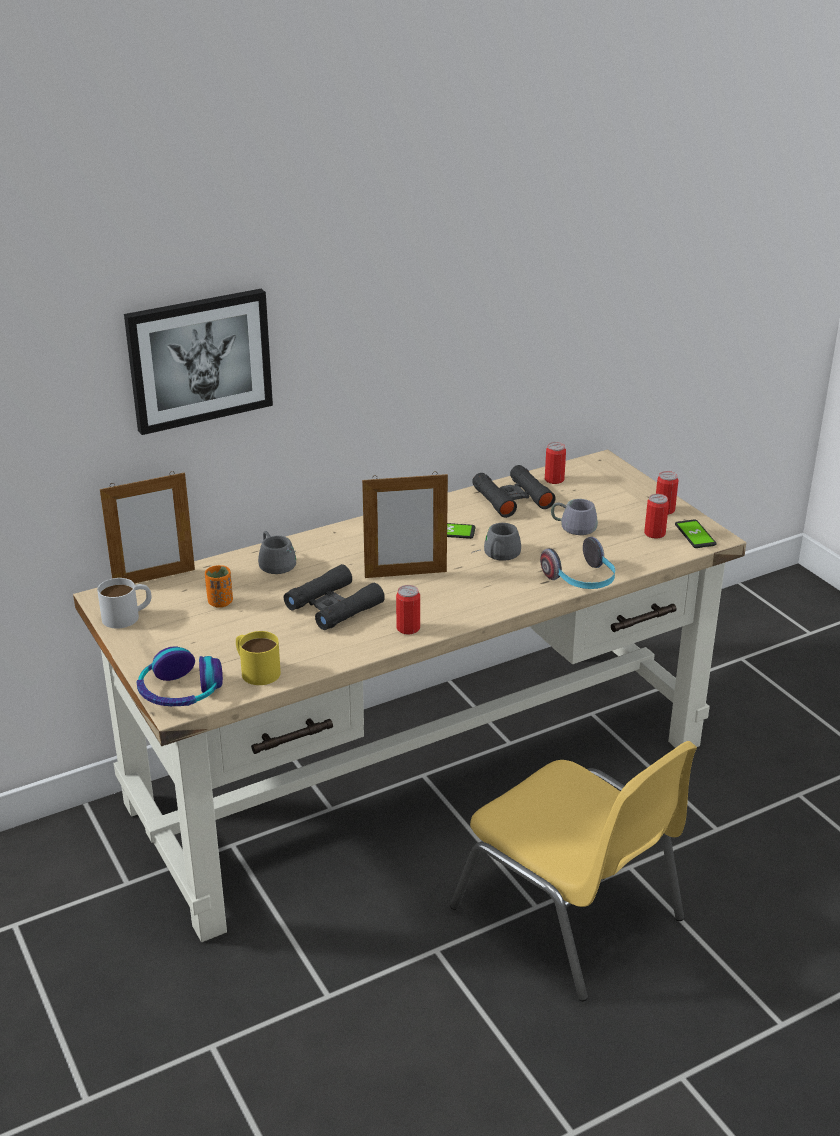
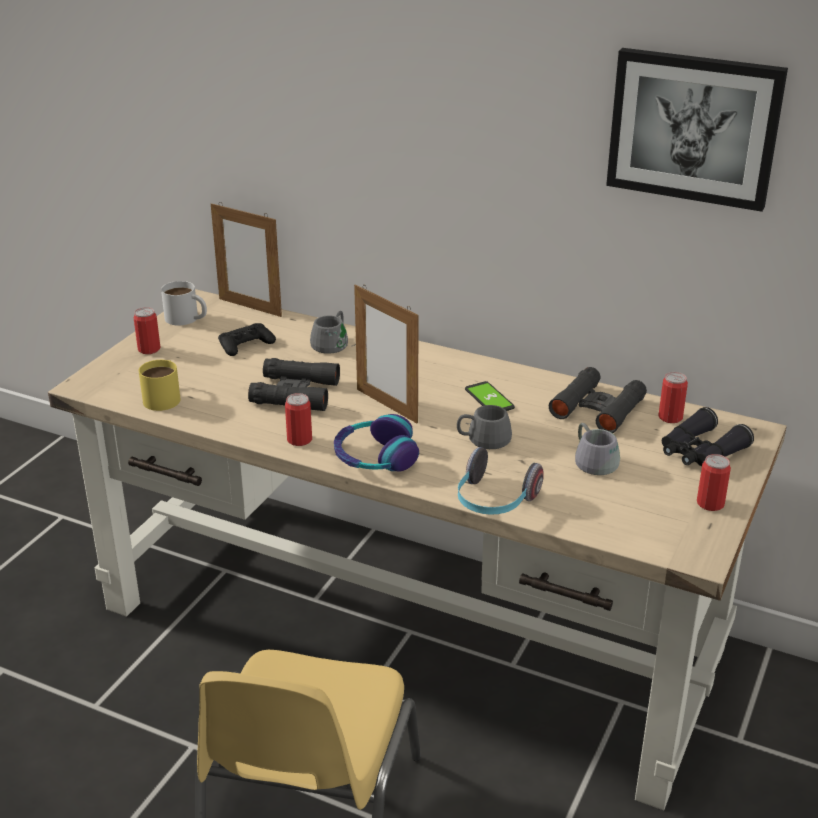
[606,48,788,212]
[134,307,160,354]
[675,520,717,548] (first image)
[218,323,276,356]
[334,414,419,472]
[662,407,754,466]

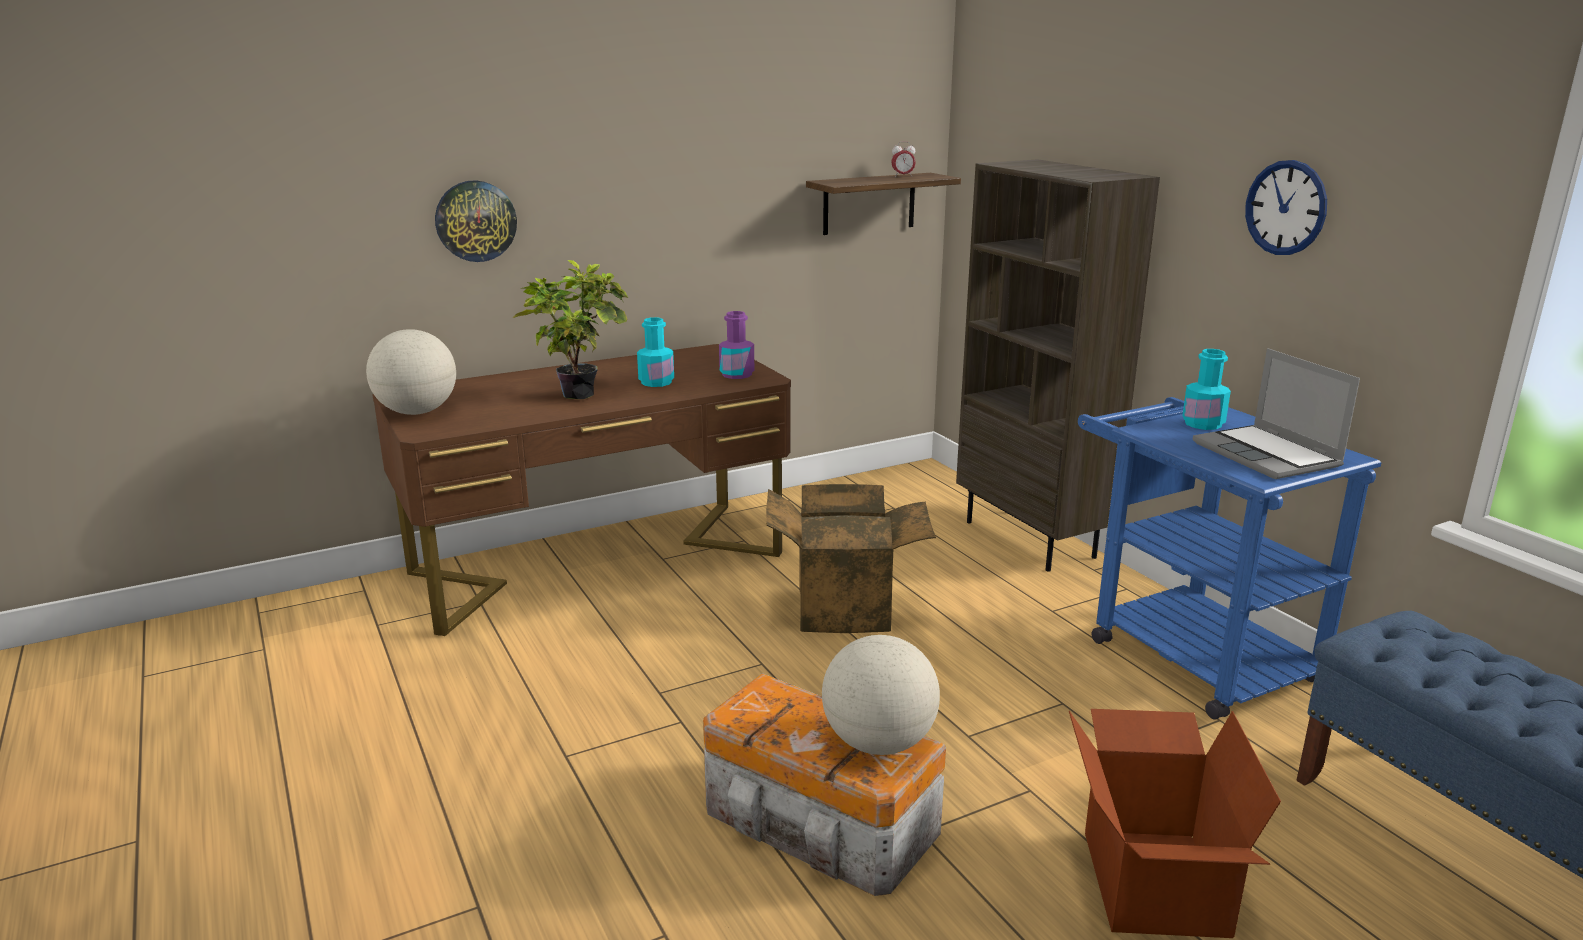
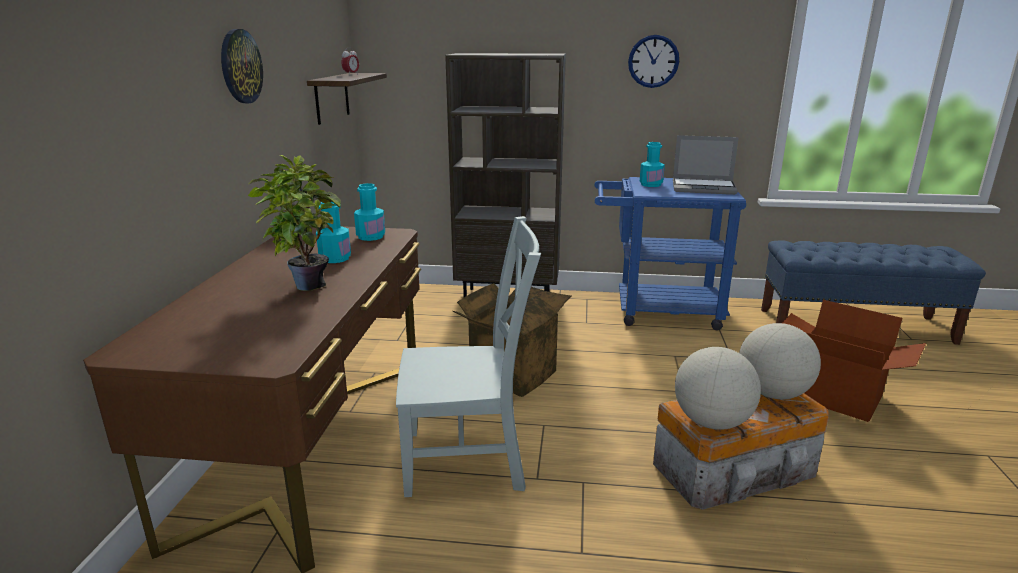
[221,29,263,103]
[354,183,385,241]
[675,347,761,430]
[396,216,541,497]

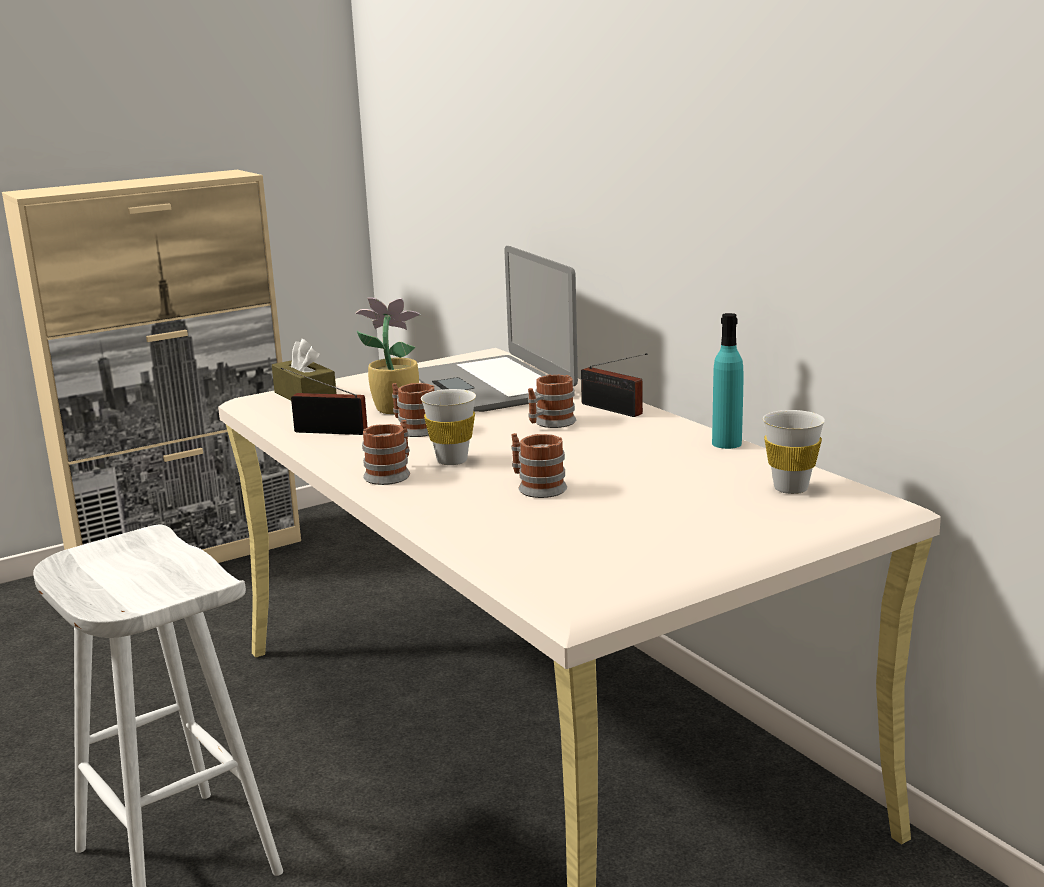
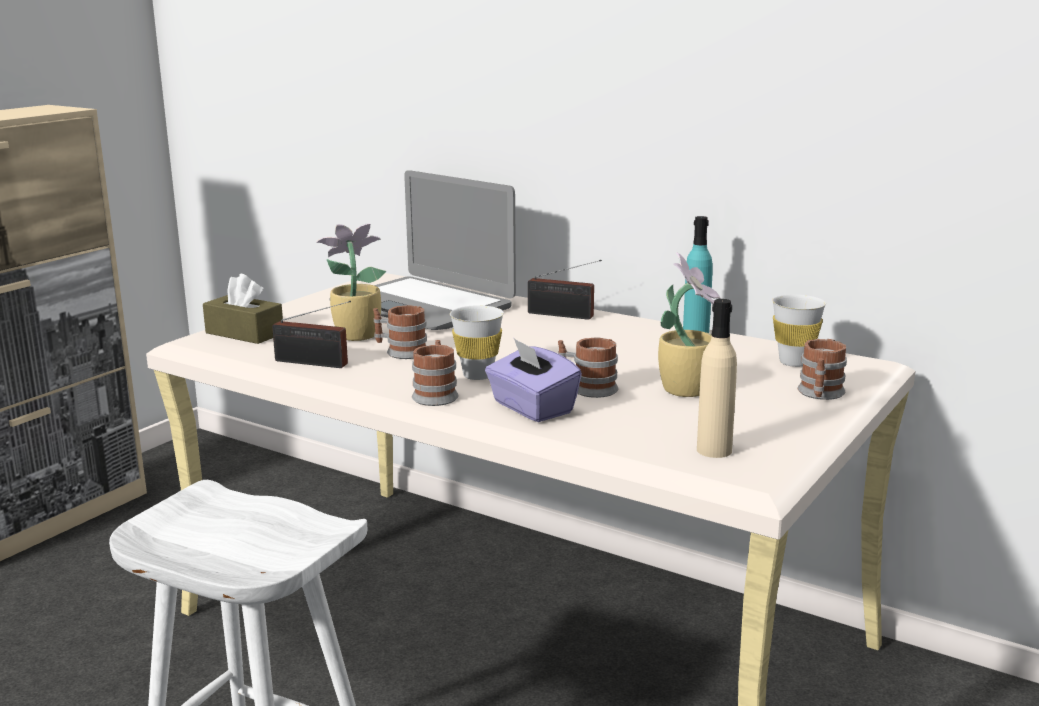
[272,301,351,368]
[797,339,847,400]
[658,252,721,397]
[697,299,737,458]
[485,338,582,422]

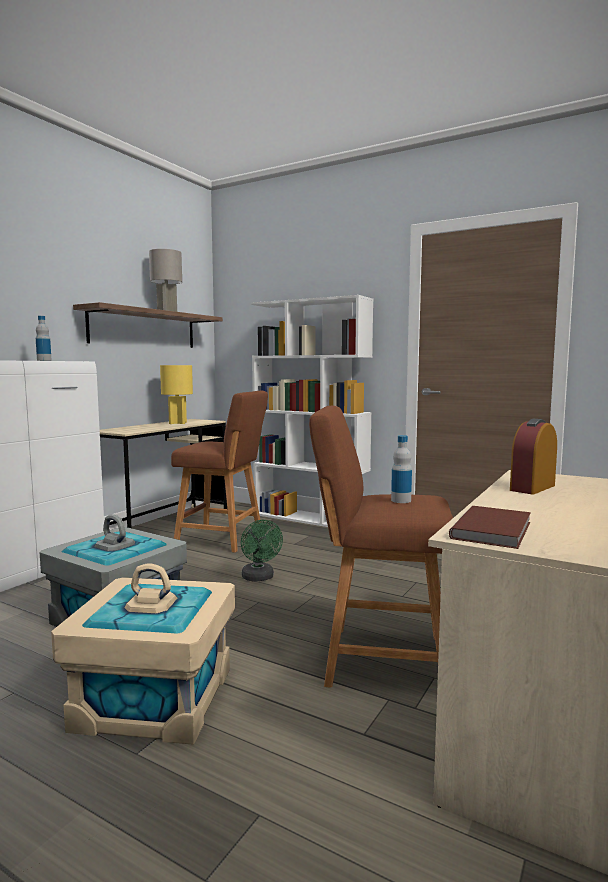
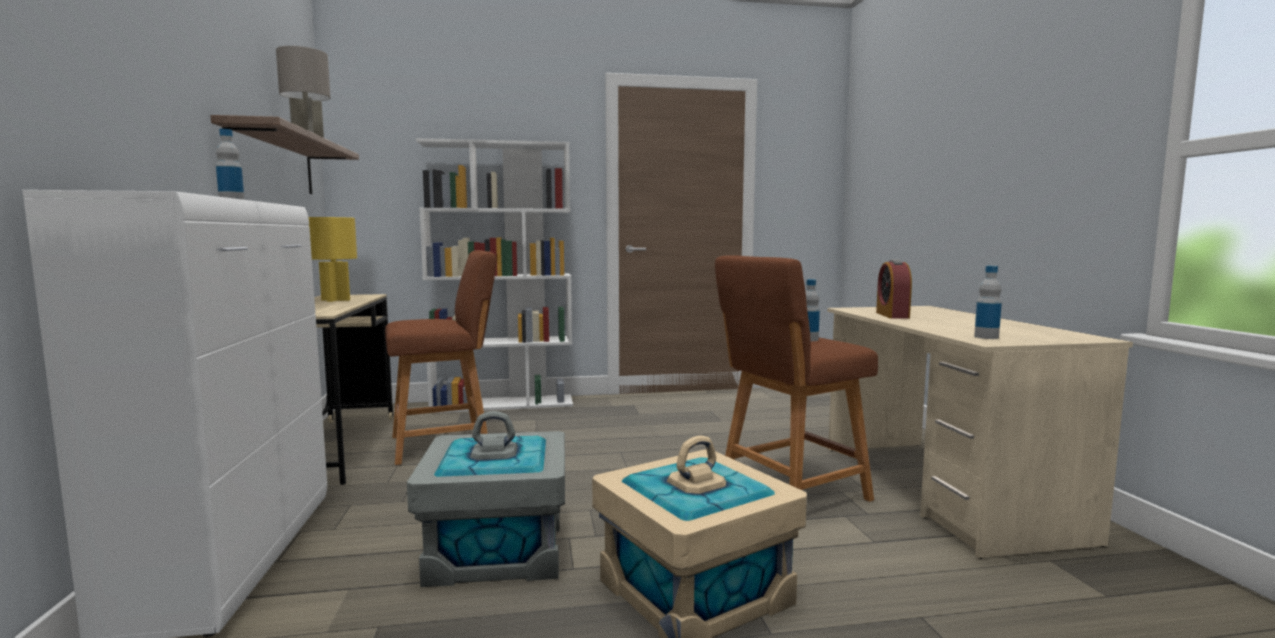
[974,266,1002,339]
[241,520,283,582] (first image)

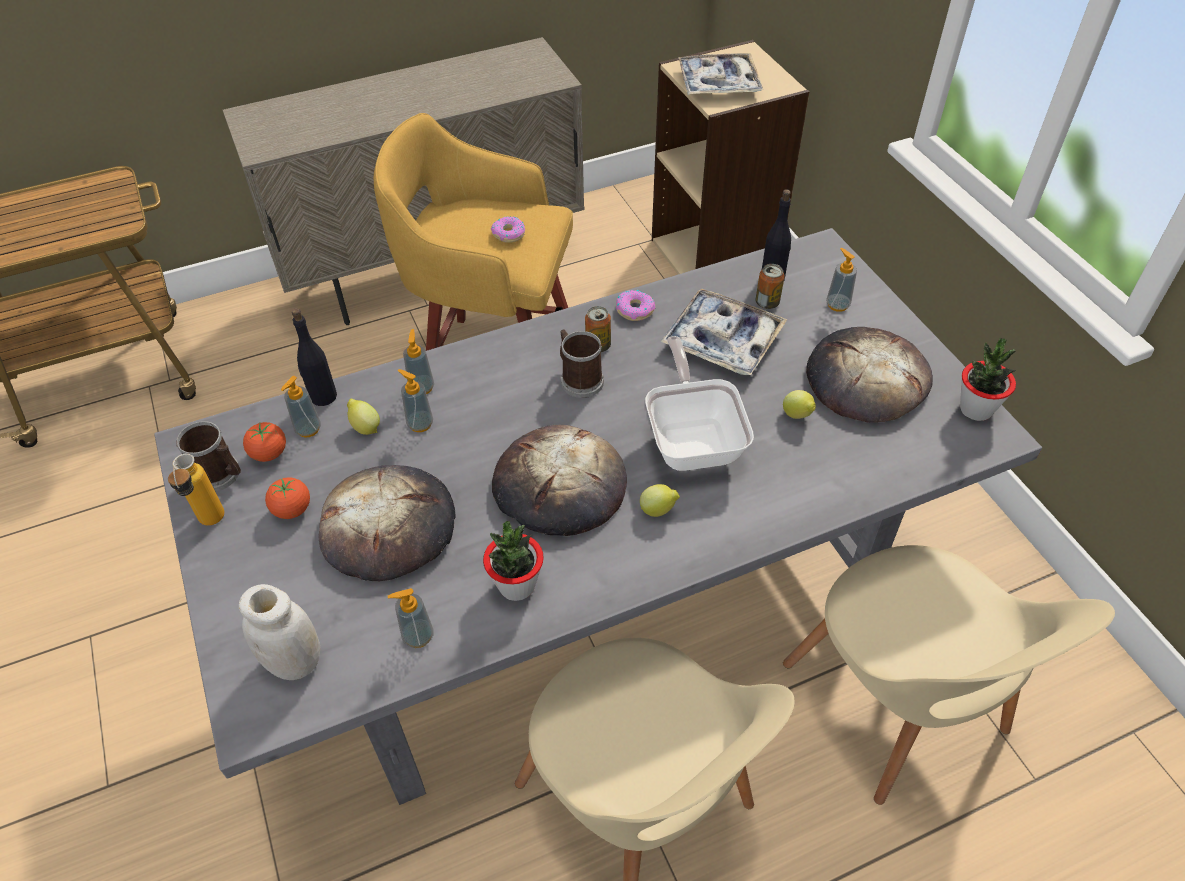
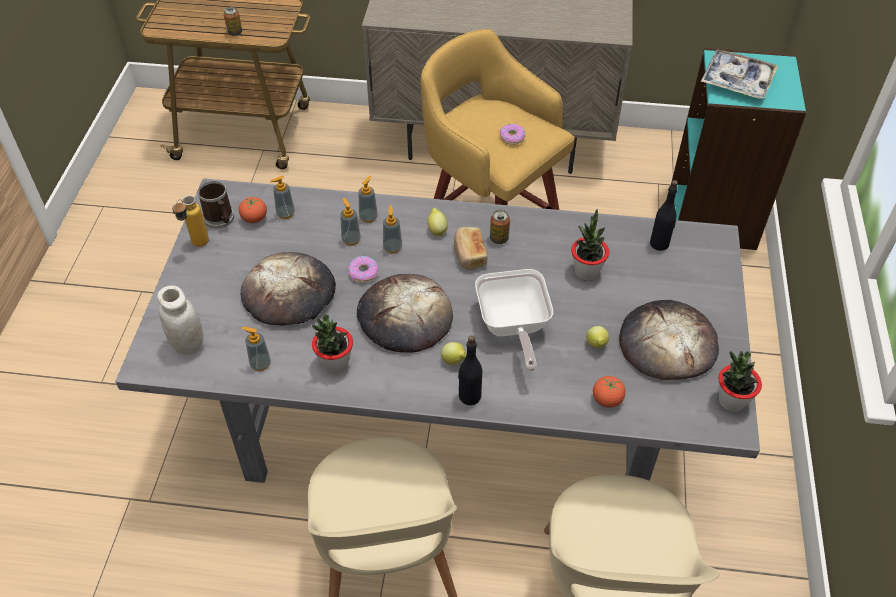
[672,48,807,250]
[383,205,402,254]
[224,7,242,36]
[571,209,609,281]
[348,256,379,283]
[458,335,482,405]
[454,227,487,270]
[475,269,553,371]
[427,208,448,236]
[593,376,626,408]

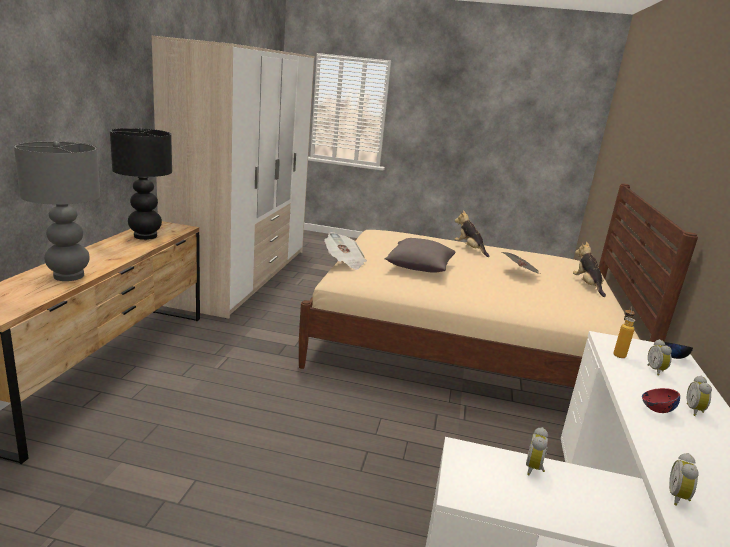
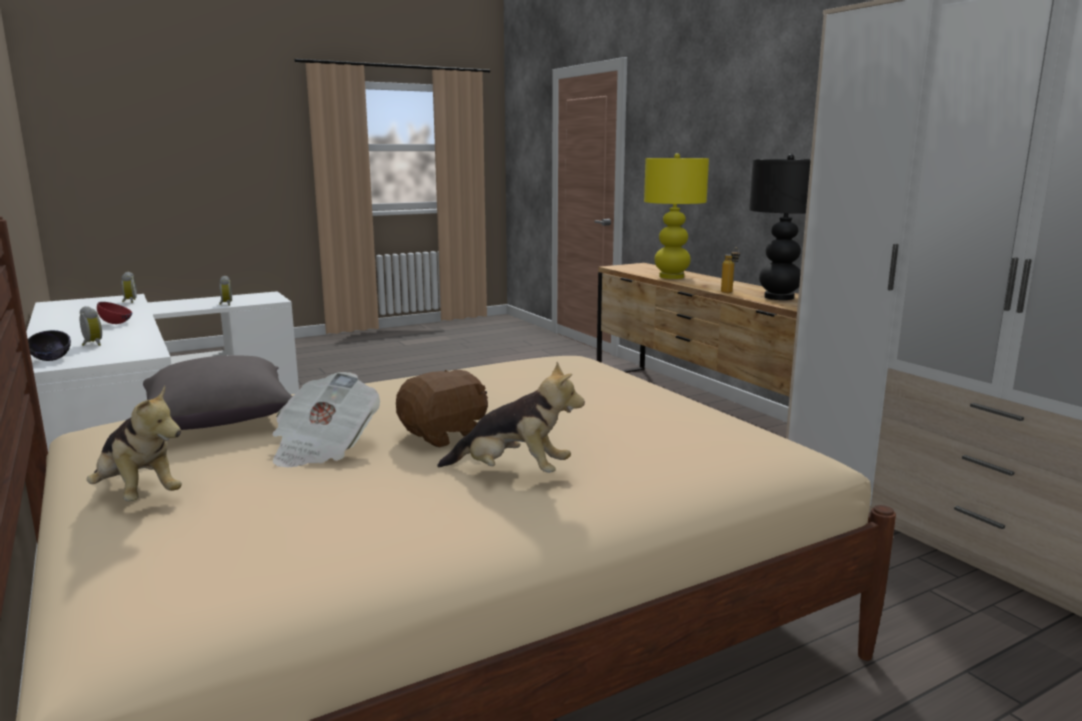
[644,153,709,279]
[324,232,367,270] (first image)
[143,355,292,430]
[721,248,740,293]
[687,376,712,416] (first image)
[396,369,488,447]

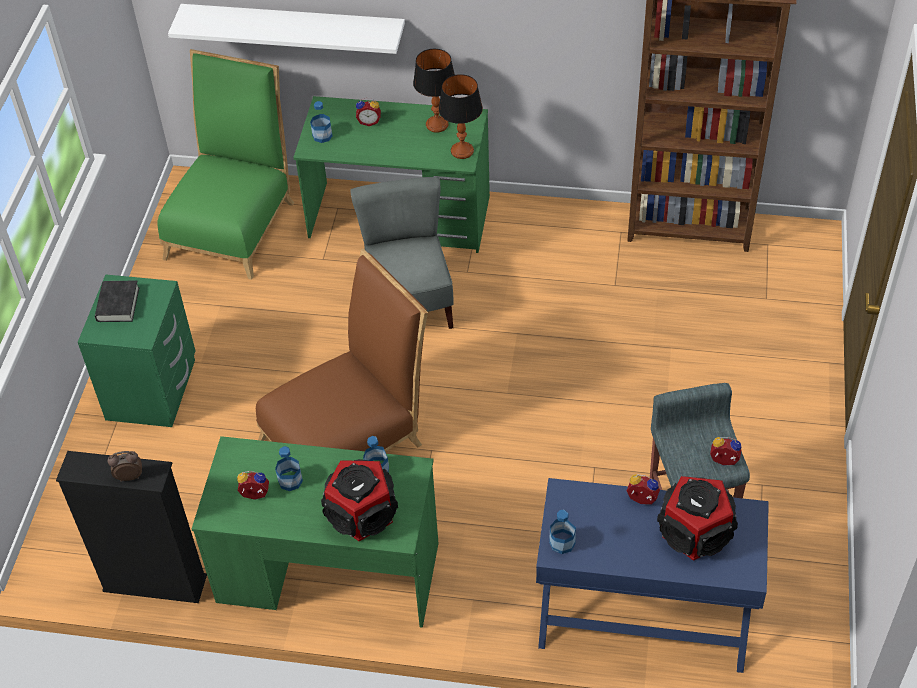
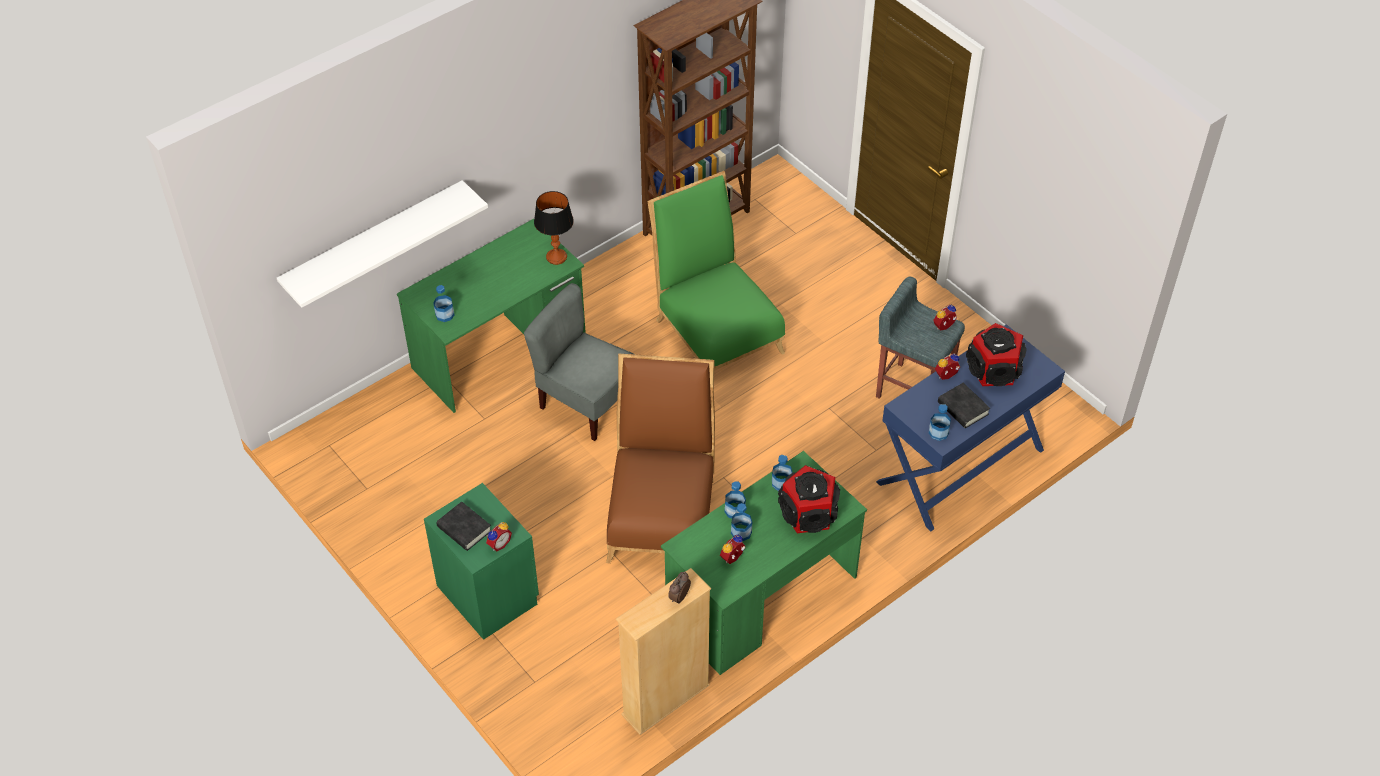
[647,171,785,370]
[413,49,455,133] (first image)
[486,522,512,551]
[616,568,711,735]
[938,383,990,428]
[725,481,746,518]

